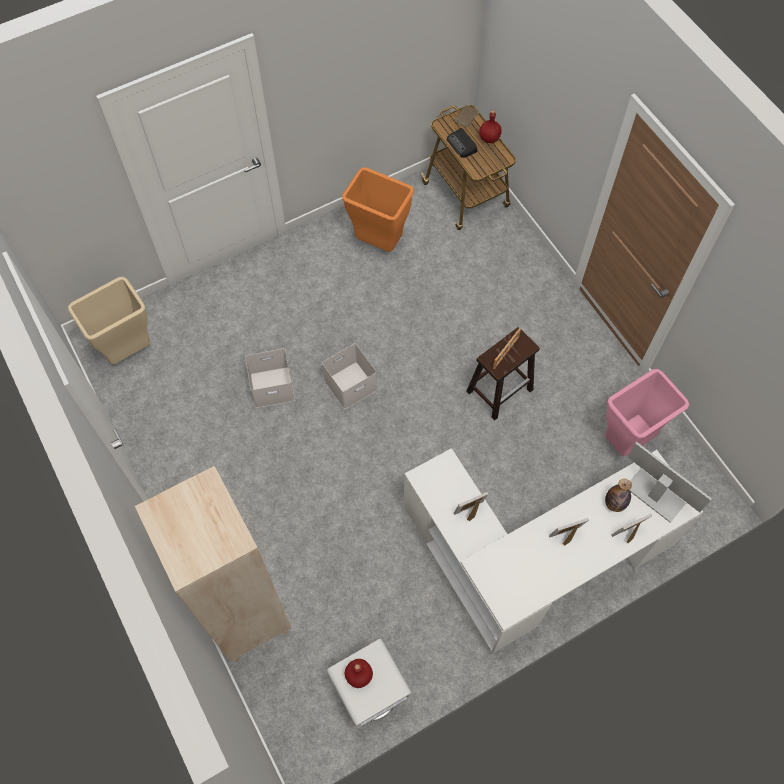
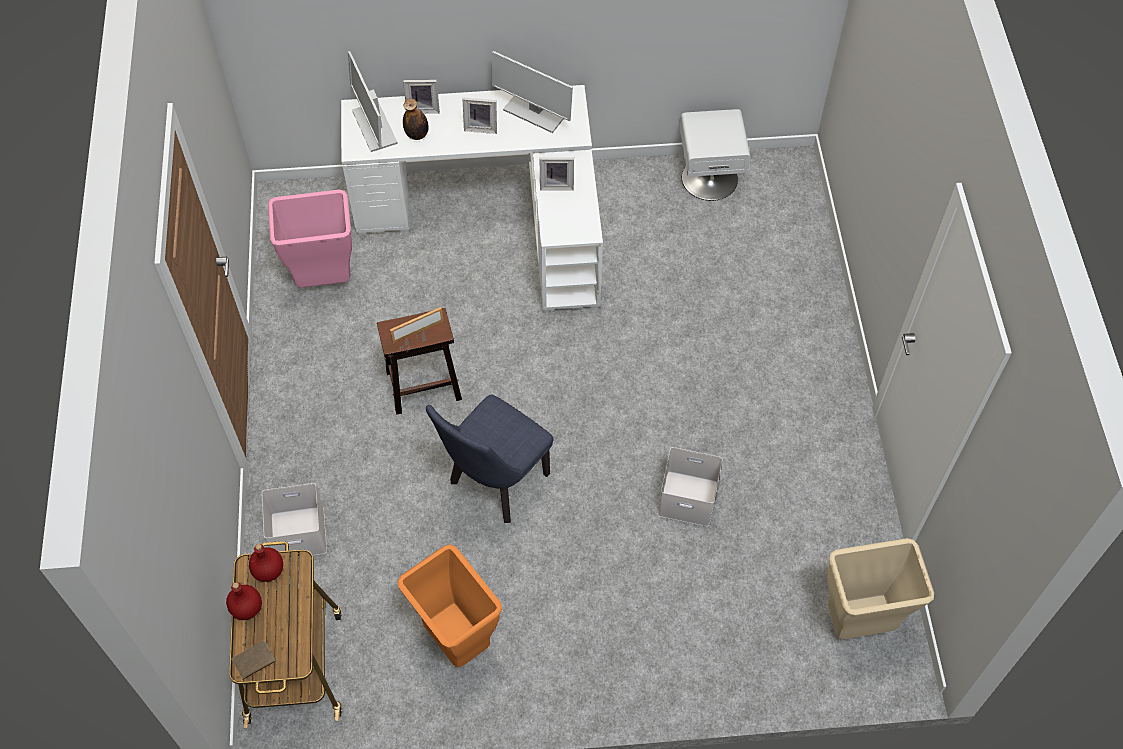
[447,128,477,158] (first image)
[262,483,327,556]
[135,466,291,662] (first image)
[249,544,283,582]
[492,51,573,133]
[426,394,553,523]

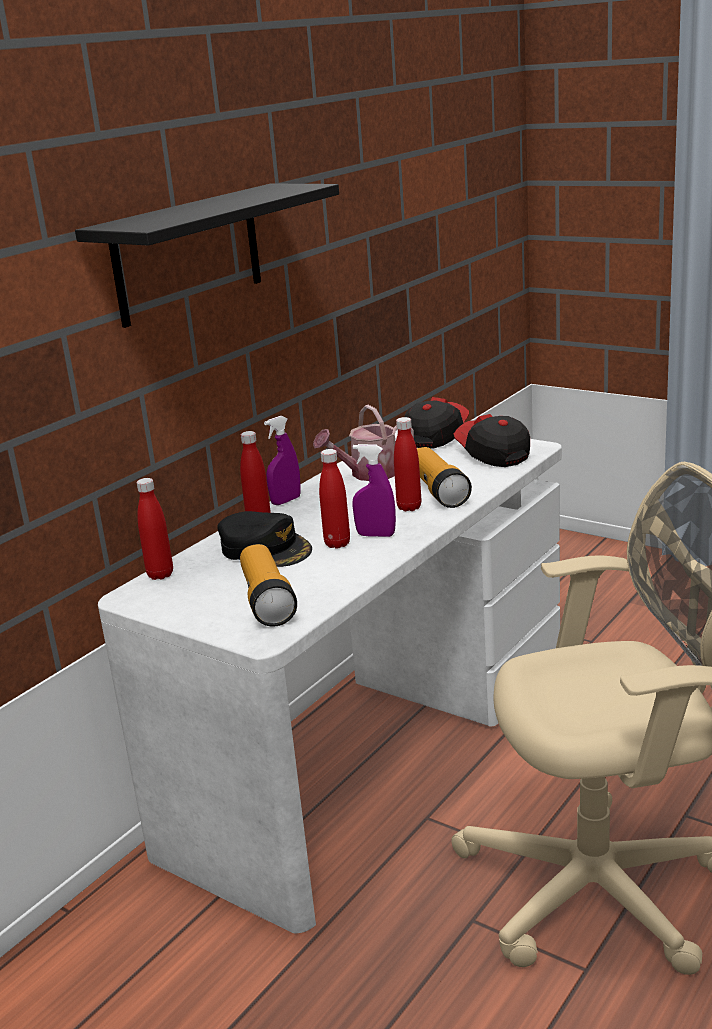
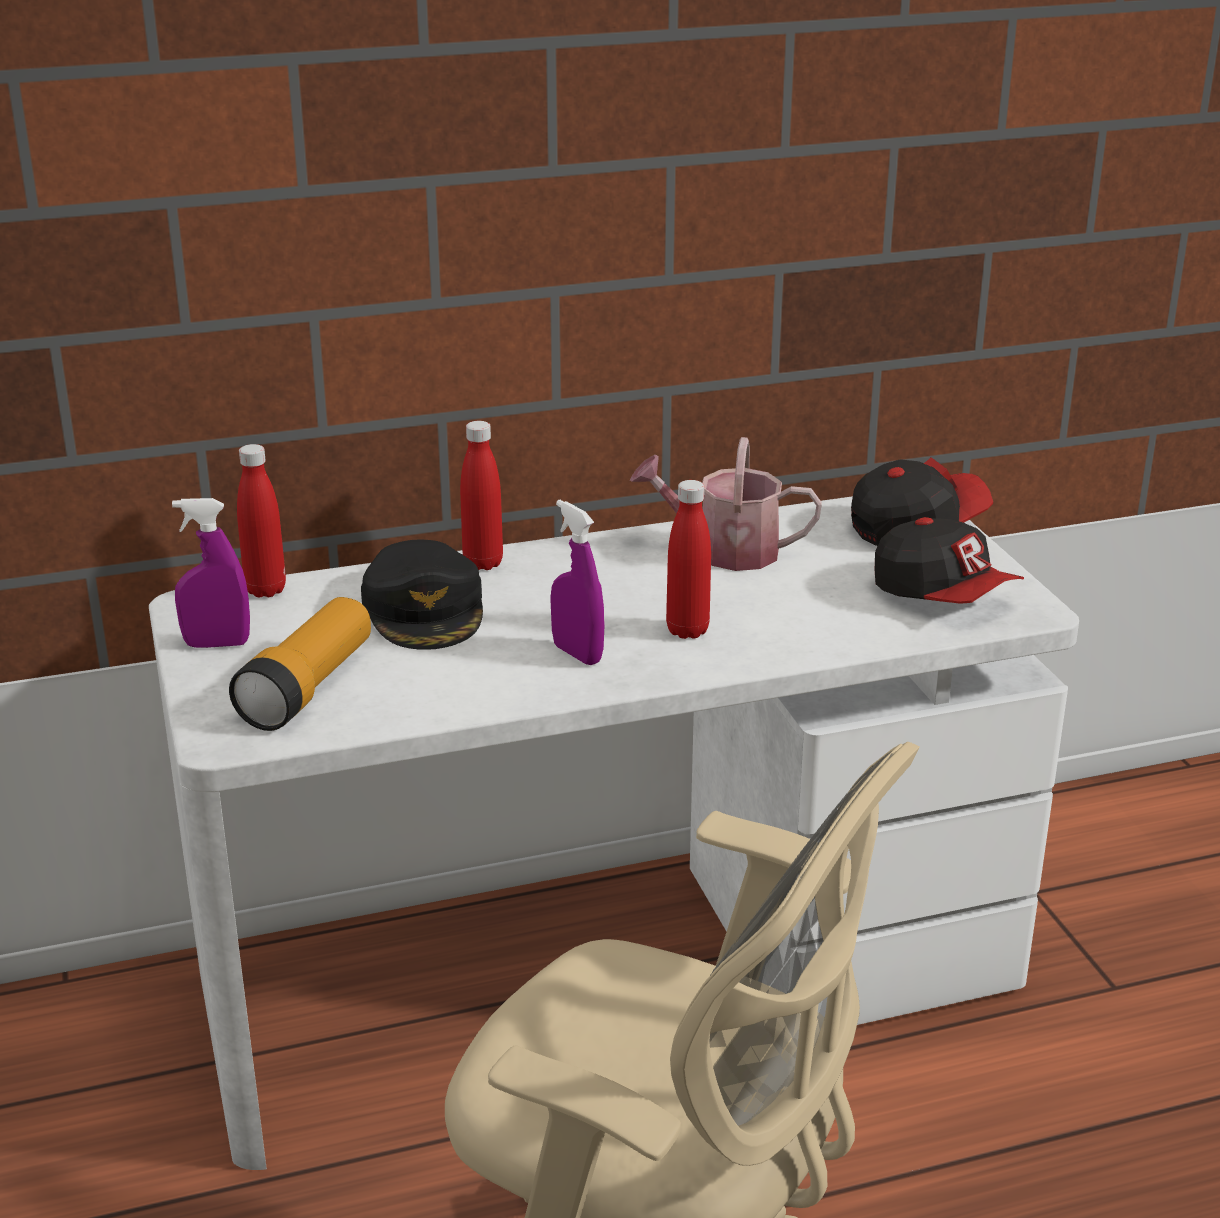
[75,184,339,328] (first image)
[875,517,1024,604]
[172,498,250,648]
[417,447,472,508] (first image)
[319,449,350,549] (first image)

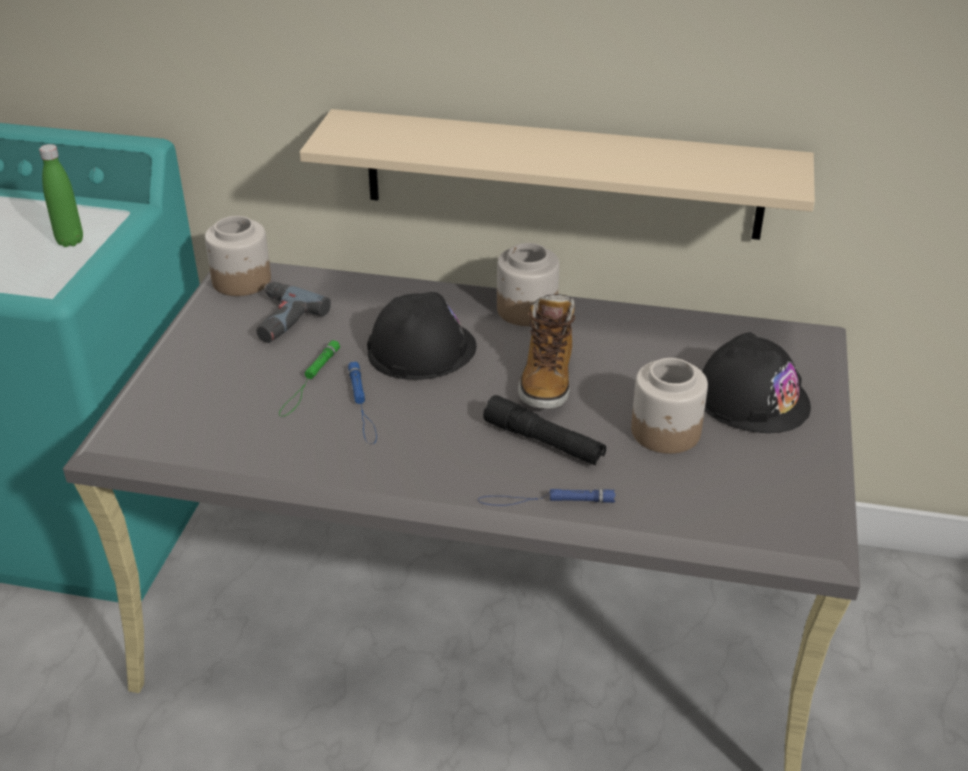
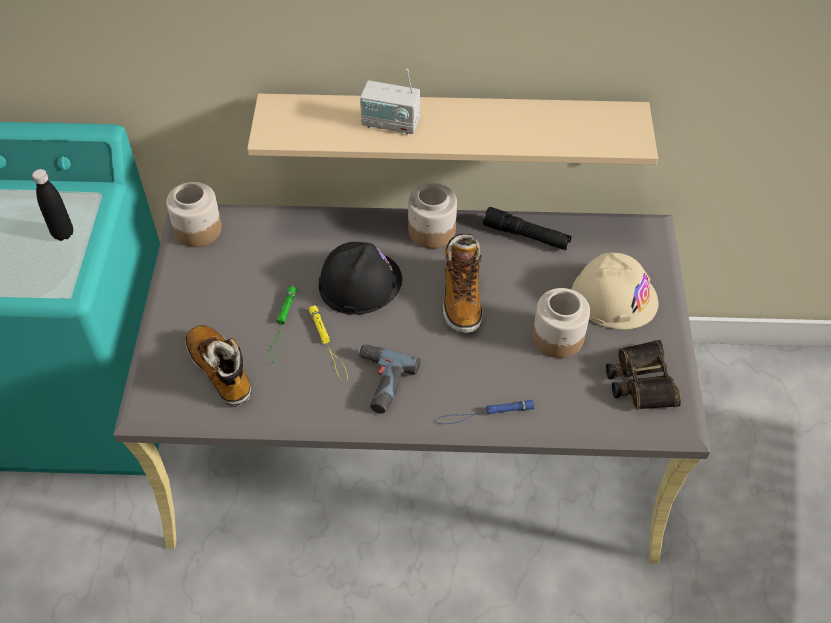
[32,169,73,241]
[357,344,421,414]
[572,253,658,329]
[309,305,348,381]
[483,207,572,250]
[360,68,420,135]
[185,325,251,407]
[606,340,681,410]

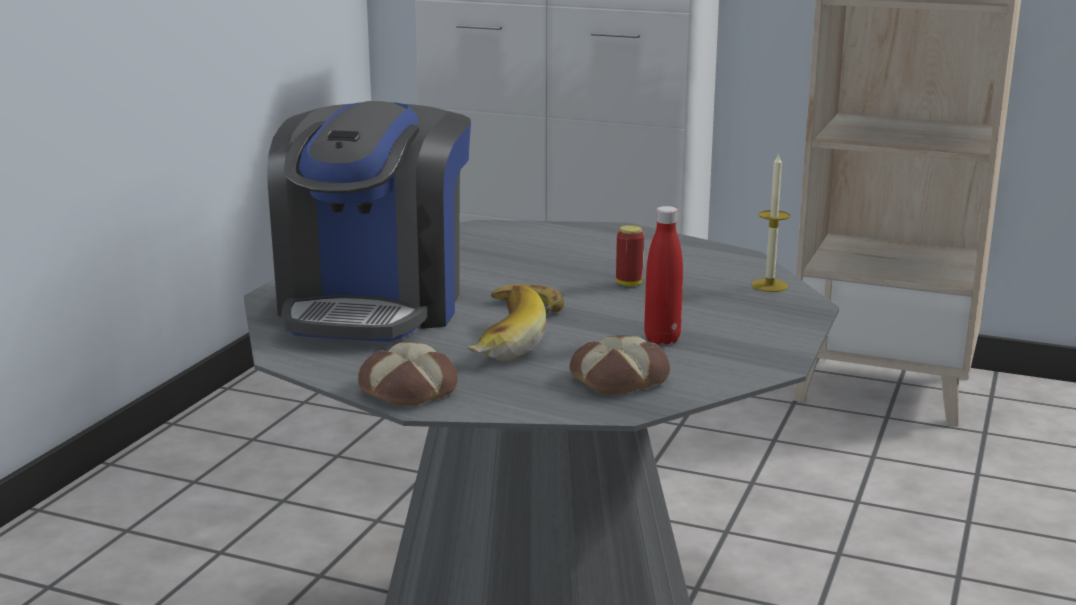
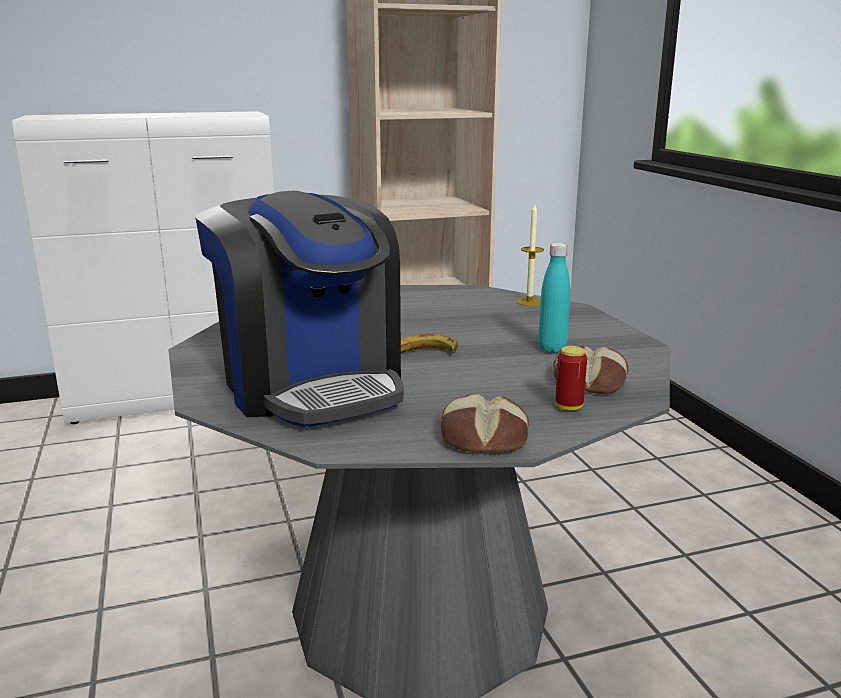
[538,243,570,353]
[555,346,587,411]
[466,285,547,360] (first image)

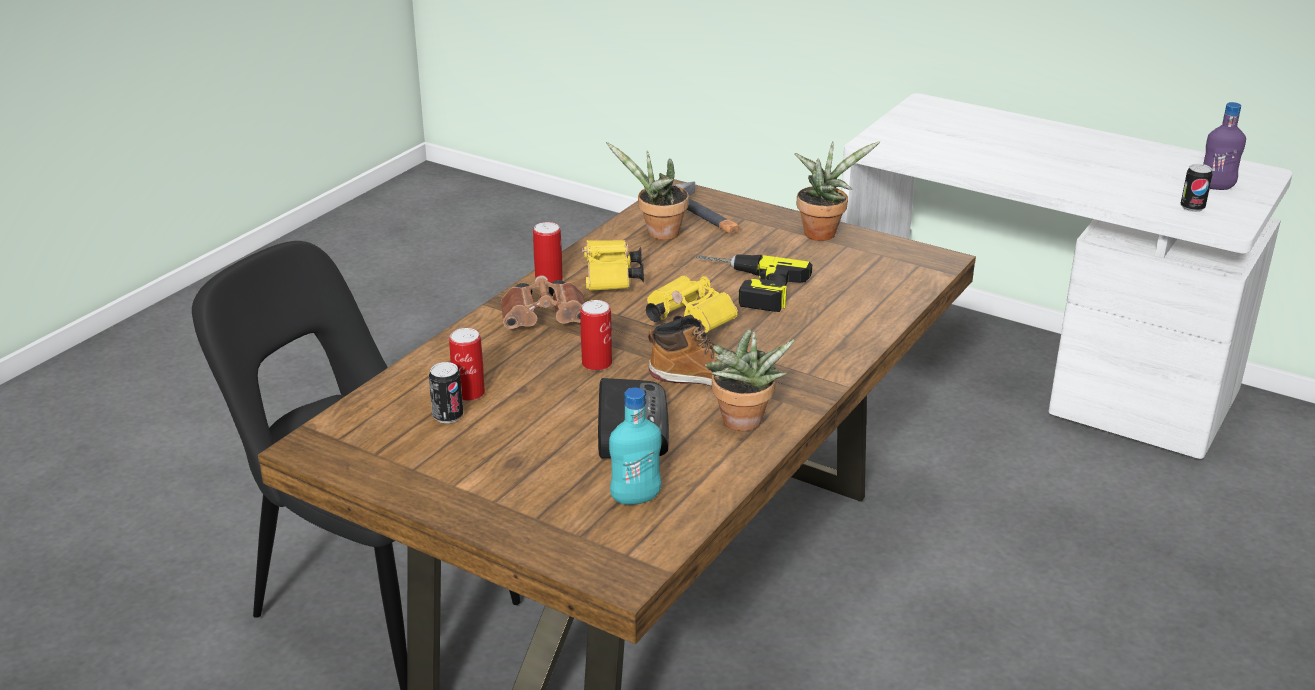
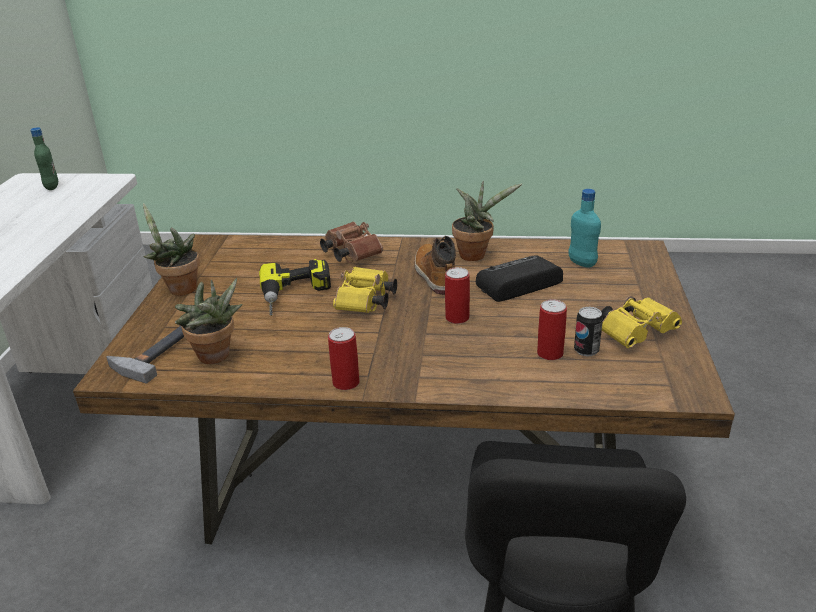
[30,127,58,190]
[1181,164,1213,212] (first image)
[601,296,682,348]
[320,222,383,263]

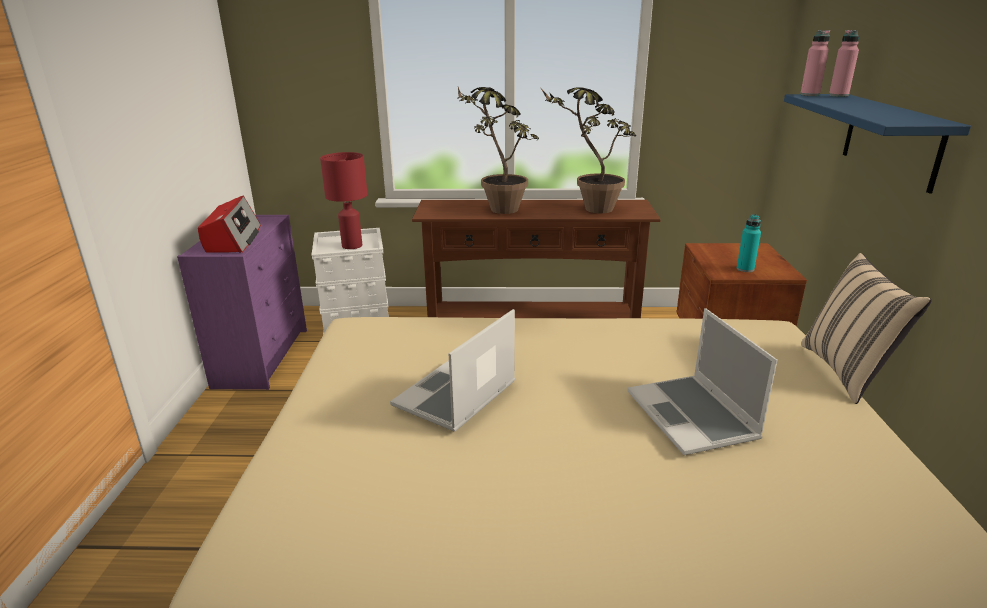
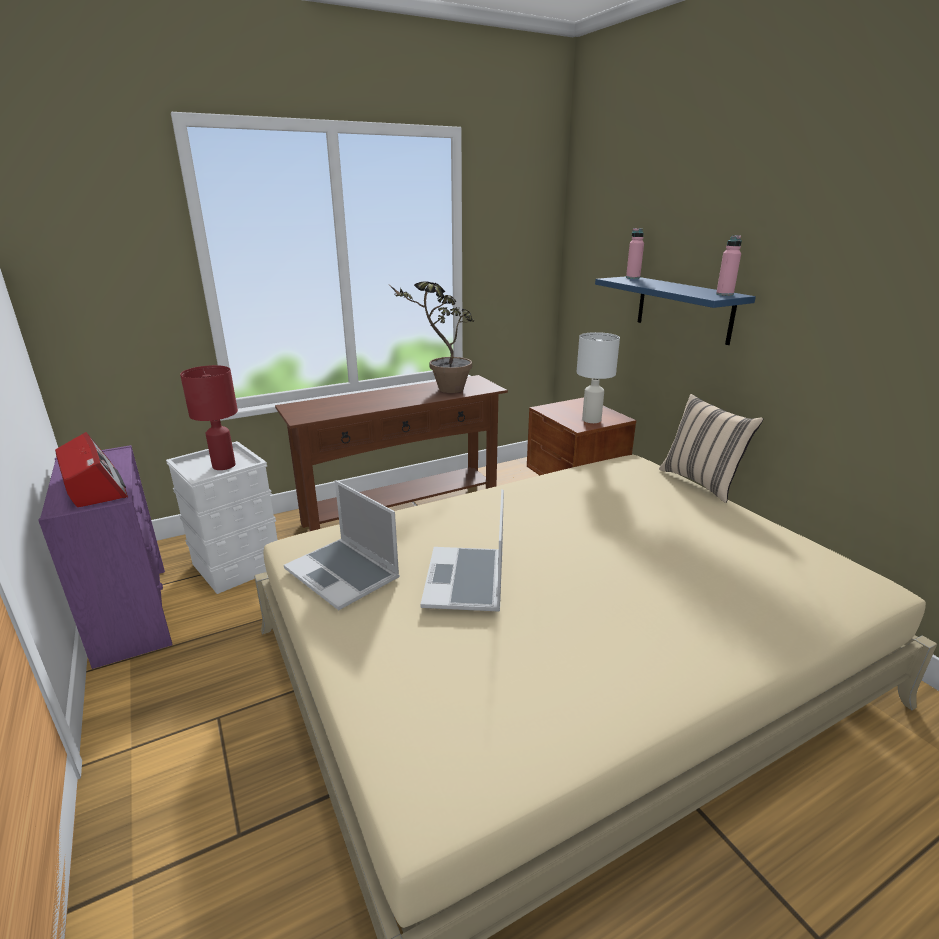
[716,235,742,296]
[458,87,539,214] (first image)
[577,332,620,423]
[284,480,400,610]

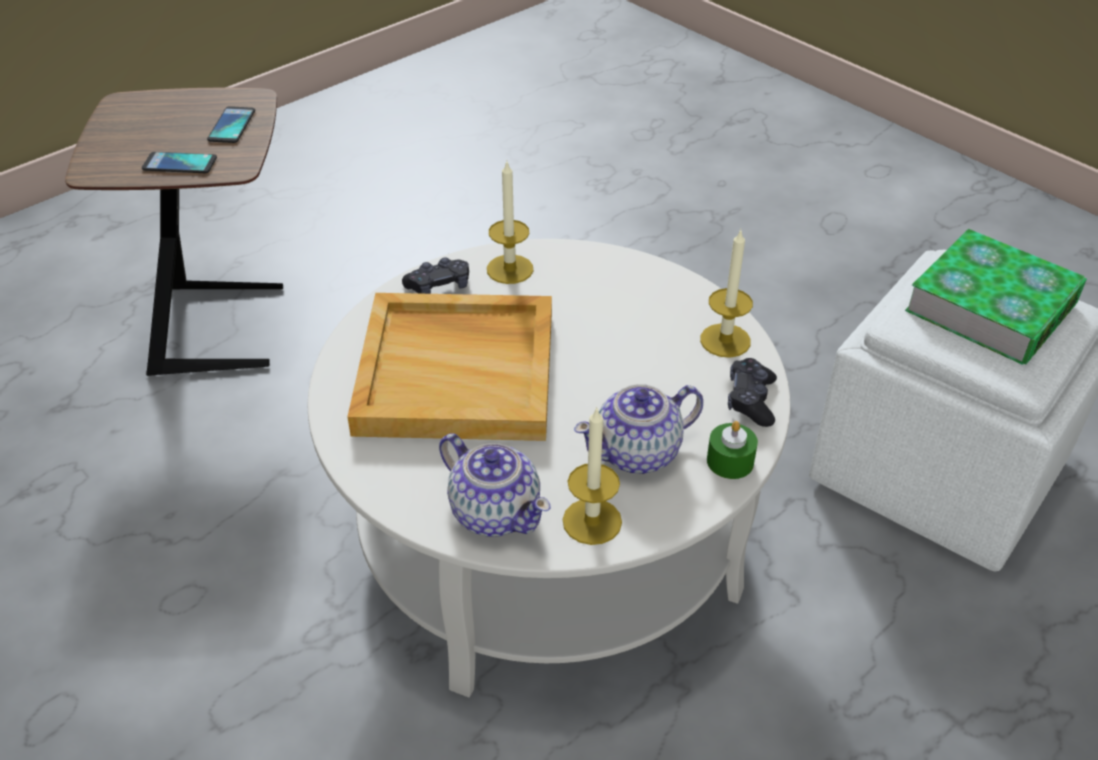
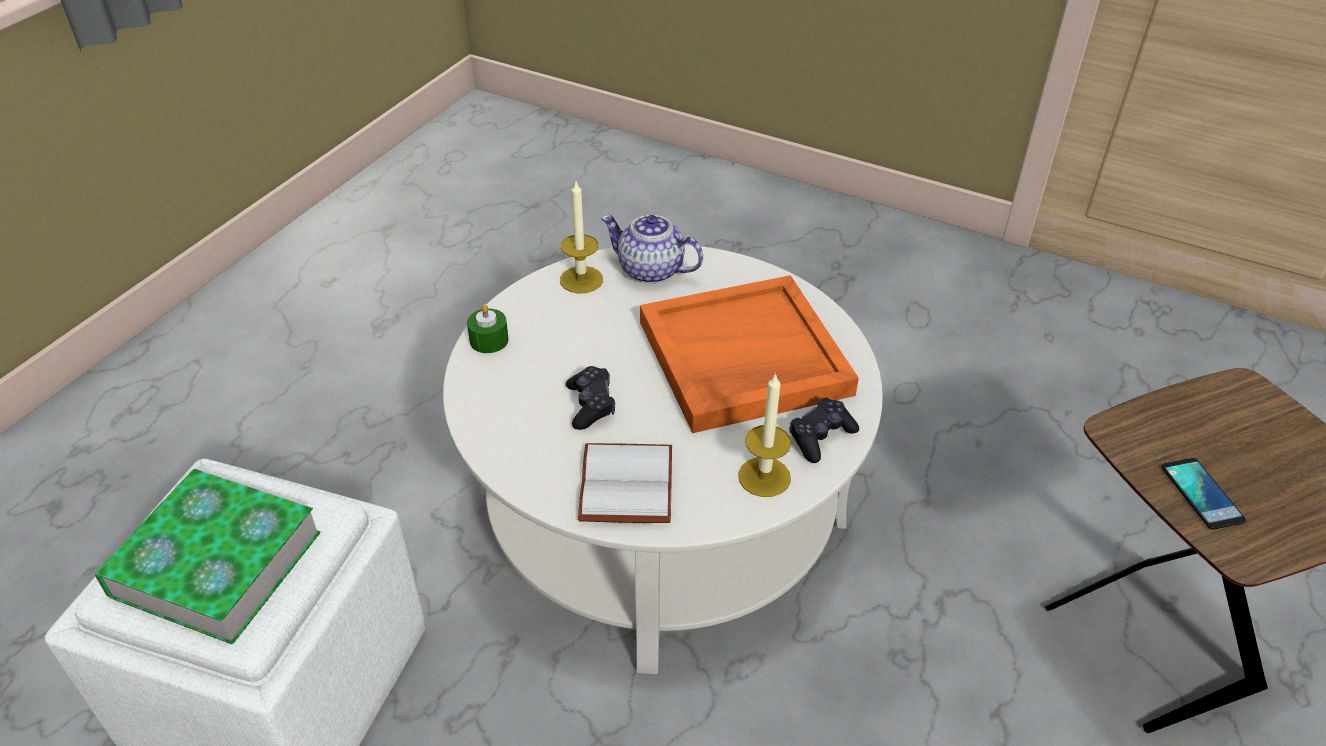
[142,152,217,173] (first image)
[700,230,753,358] (first image)
[640,275,859,433]
[566,366,615,430]
[574,384,703,474] (first image)
[578,443,672,523]

